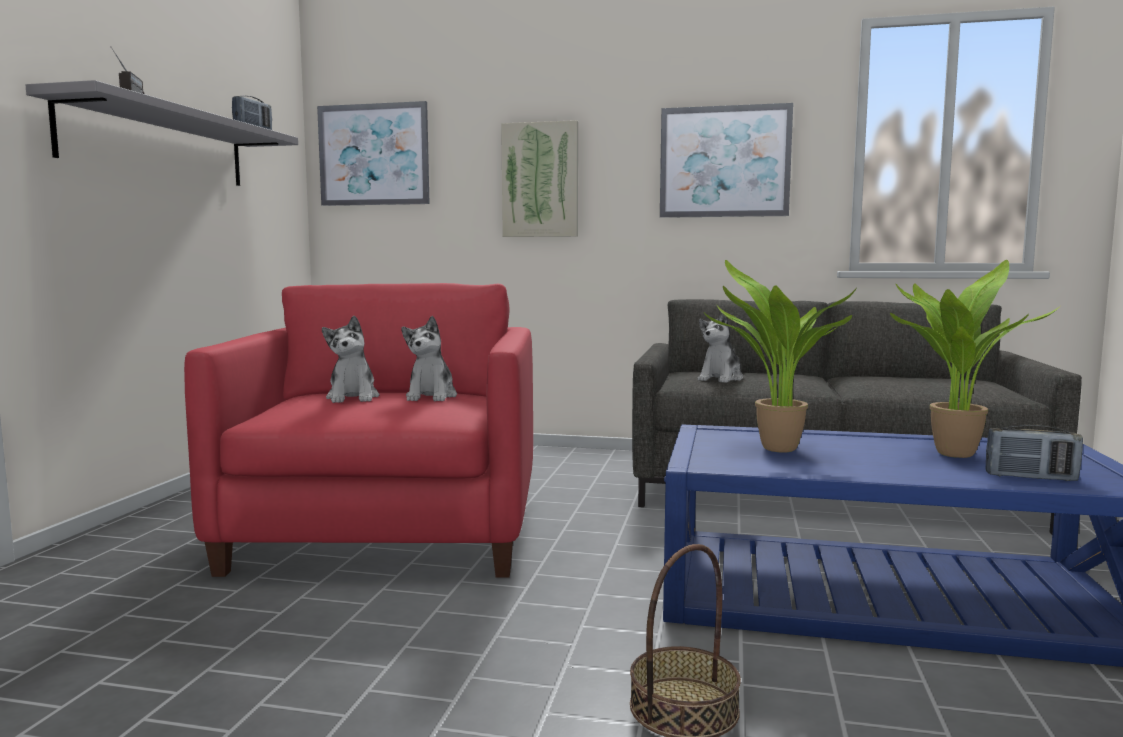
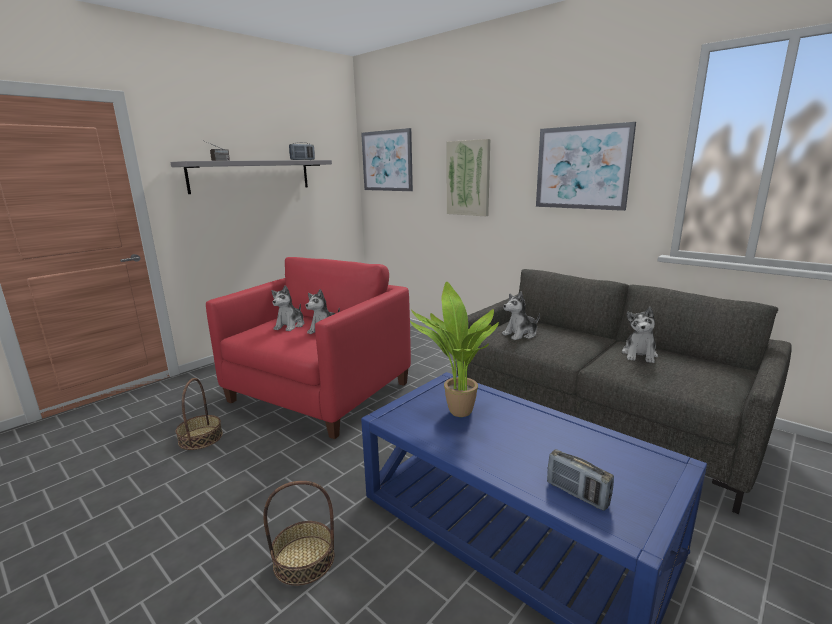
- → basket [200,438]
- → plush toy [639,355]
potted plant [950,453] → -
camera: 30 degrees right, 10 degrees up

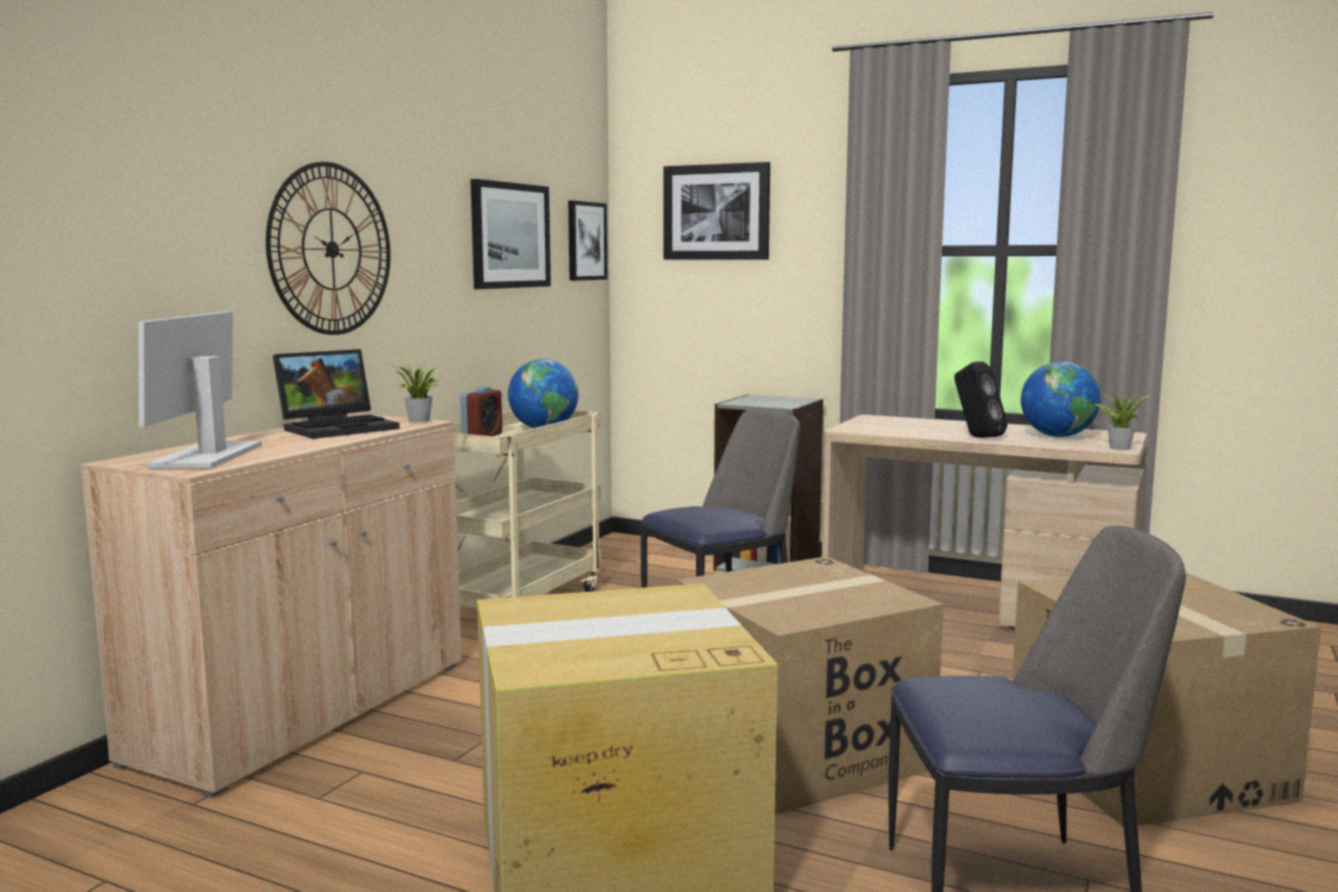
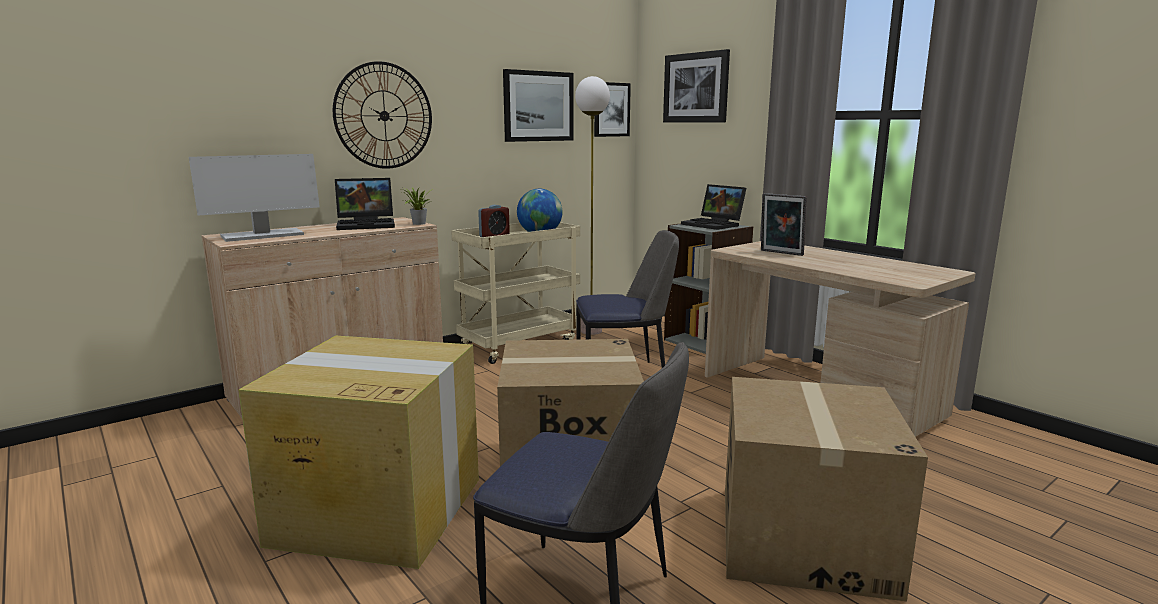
monitor [207,456] → monitor [262,236], 150 degrees counterclockwise
- → floor lamp [591,331]
- → laptop [714,225]
- → picture frame [780,253]
speaker in black [976,437] → -
globe [1057,436] → -
potted plant [1118,447] → -
camera: 25 degrees right, 5 degrees up

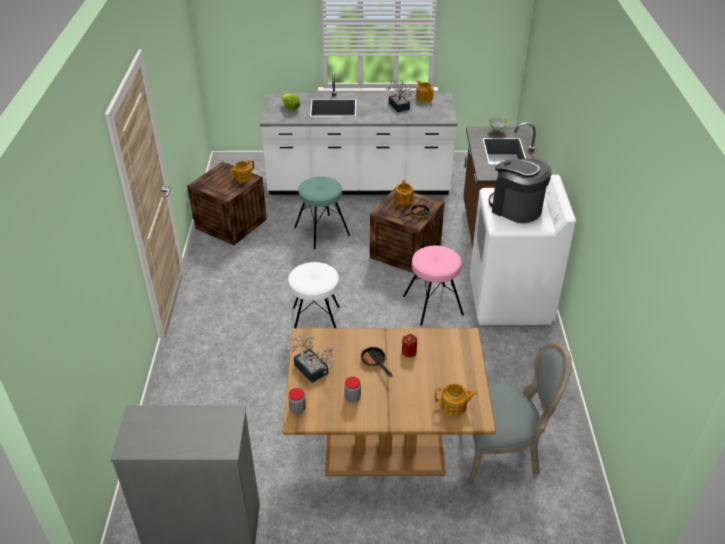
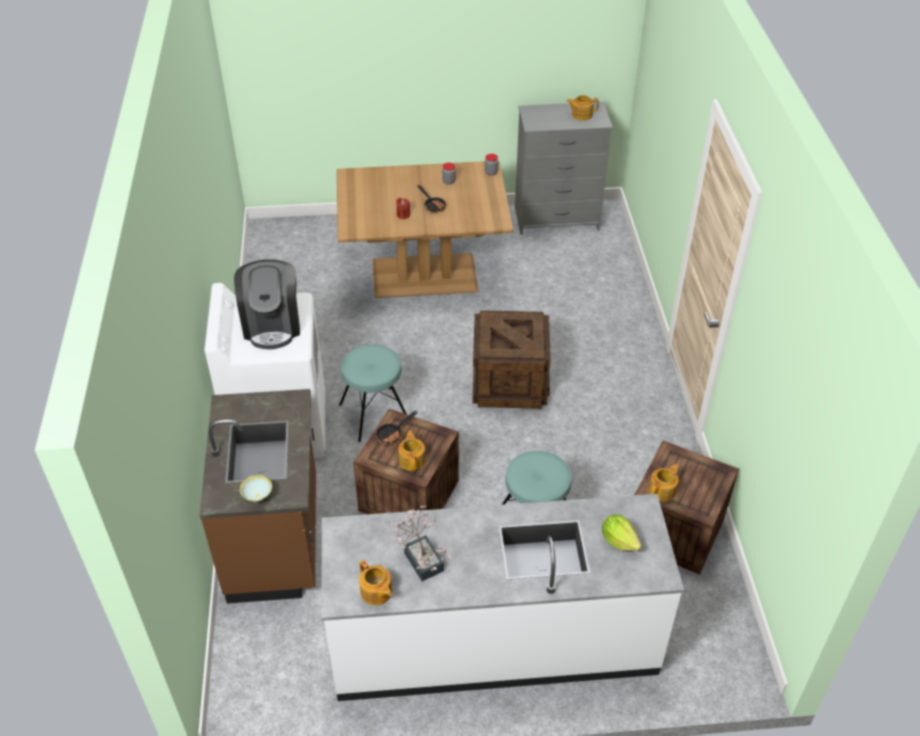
coffee machine [516,208] → coffee machine [272,325], 45 degrees clockwise
stool in pink [432,305] → stool in turquoise [375,414]
stool in white [316,323] → crate [510,383]
teapot [454,406] → teapot [581,115], move
potted plant [313,372] → -
chair in grey [501,451] → -
camera: 175 degrees right, 5 degrees up

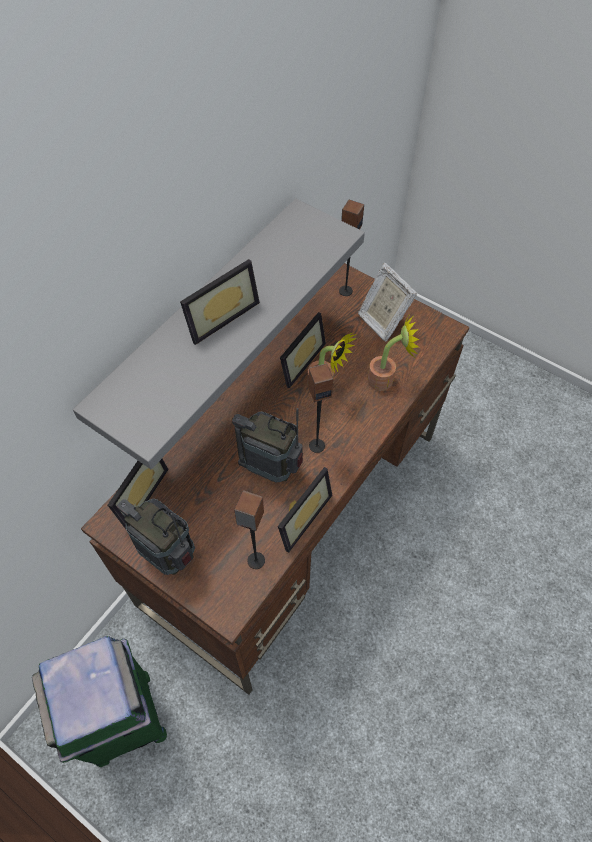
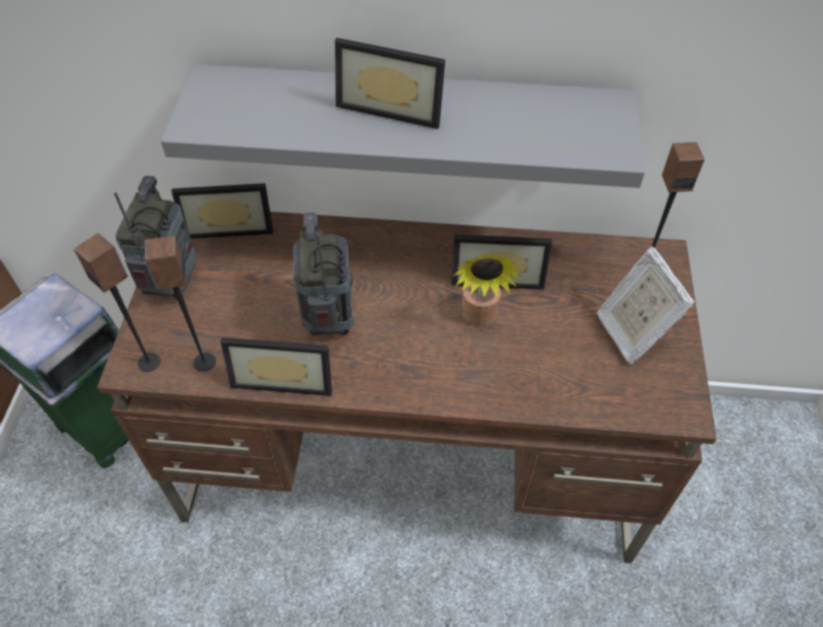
speaker [316,445] → speaker [149,362], move
picture frame [382,321] → picture frame [631,331], 45 degrees counterclockwise
potted plant [385,379] → -
camera: 60 degrees right, 5 degrees down

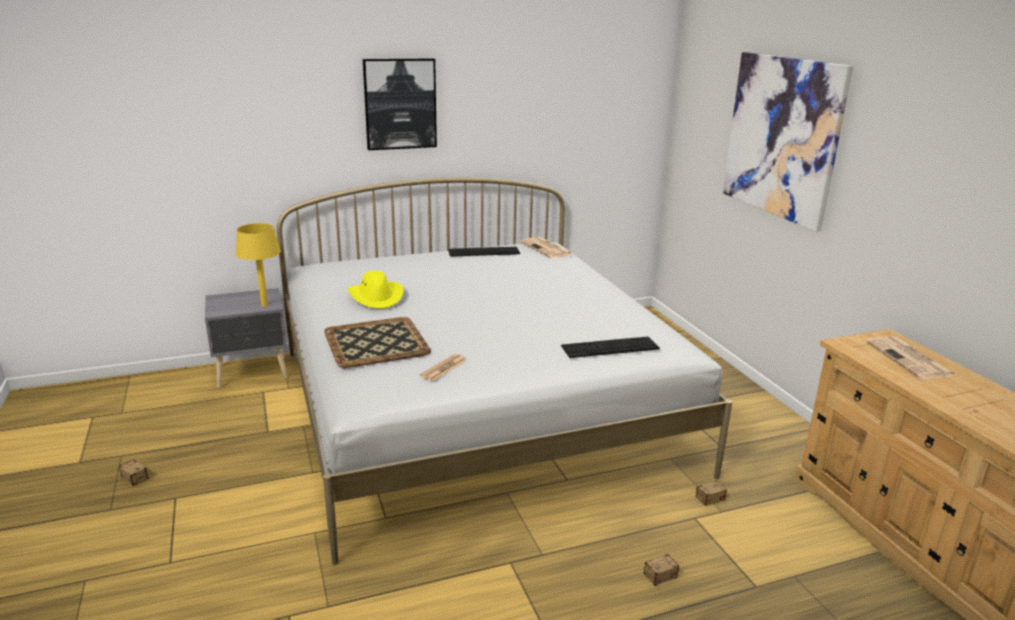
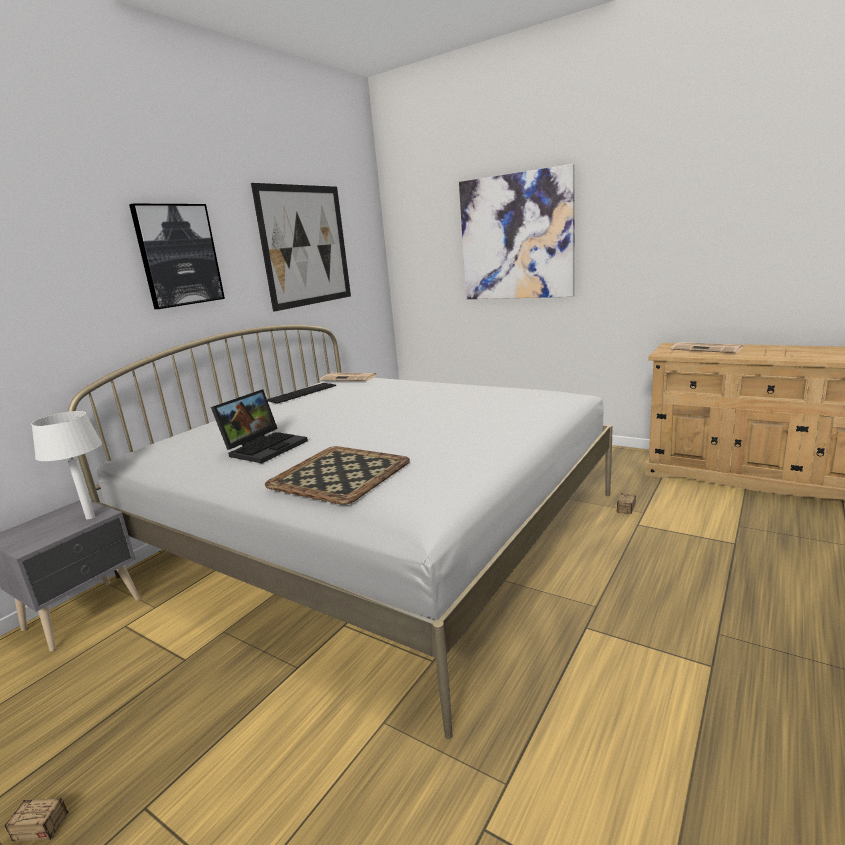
table lamp in yellow [264,305] → table lamp in white [89,517]
hat in yellow [377,297] → laptop [265,447]
- → picture [305,246]
newspaper [443,368] → -
keyboard [610,347] → -
storage box [644,582] → -
camera: 35 degrees left, 5 degrees down

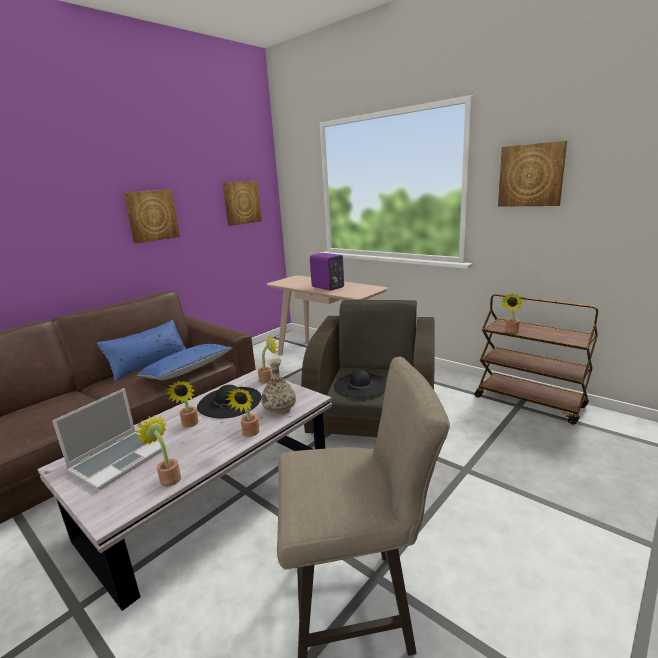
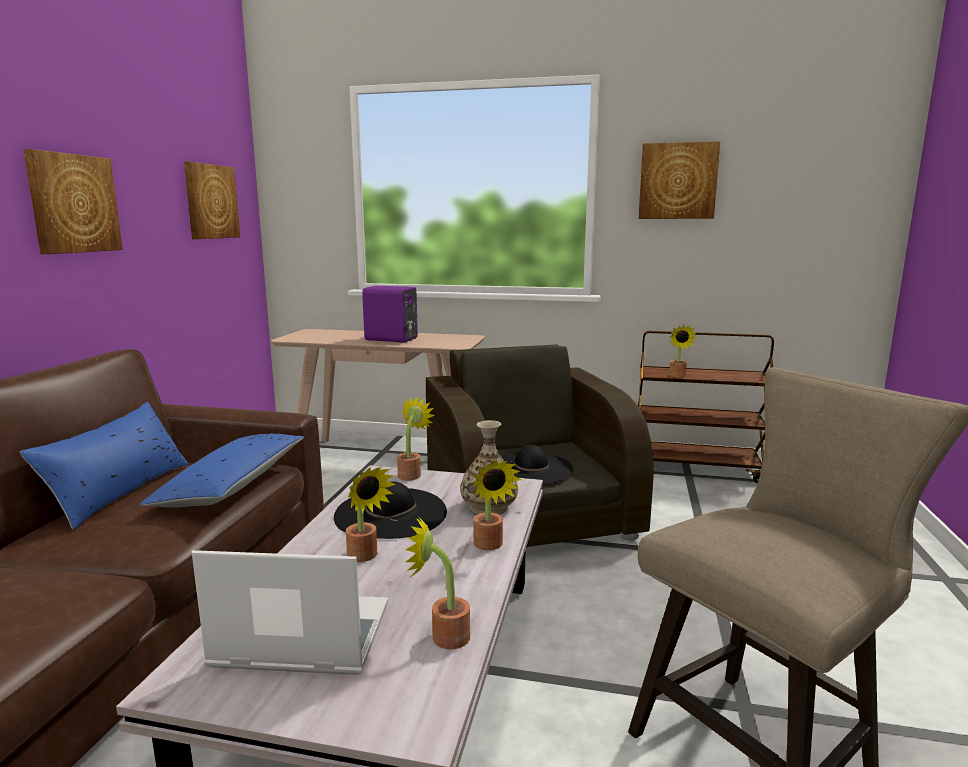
laptop [119,459] → laptop [300,638], 90 degrees counterclockwise
camera: 30 degrees left, 5 degrees down

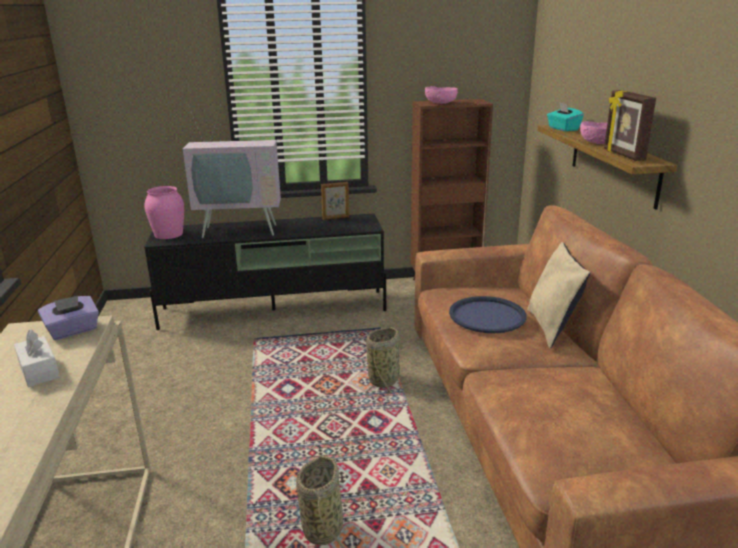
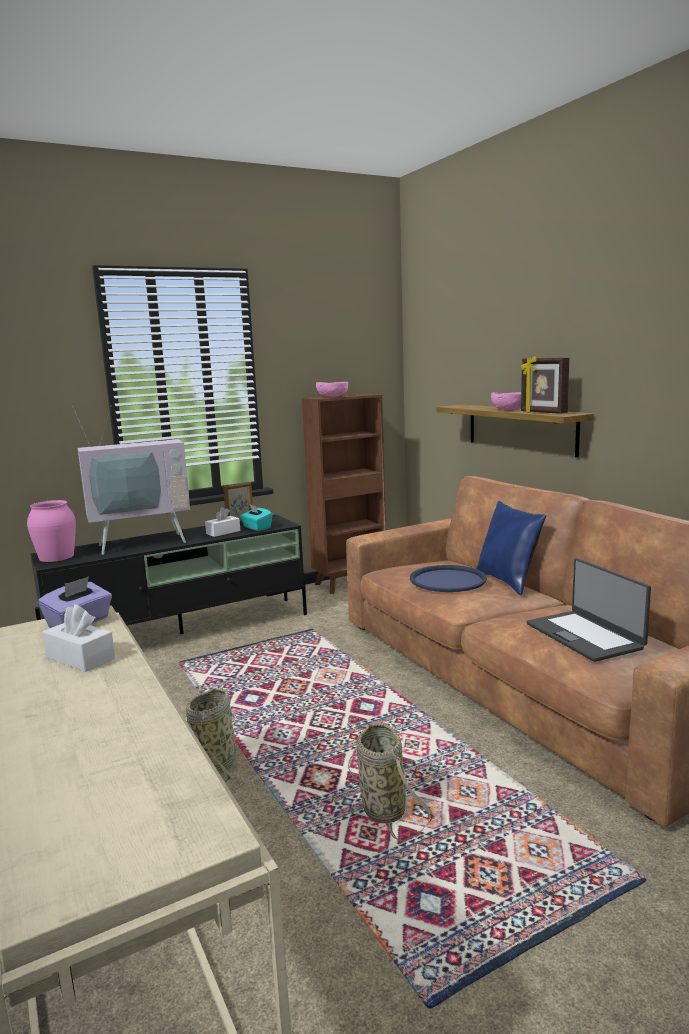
basket [385,379] → basket [216,763], move
- → tissue box in white [223,532]
tissue box in turquoise [563,129] → tissue box in turquoise [256,528], move
pillow in beige [552,328] → pillow in blue [508,582]
- → laptop [584,635]
camera: 20 degrees left, 10 degrees down

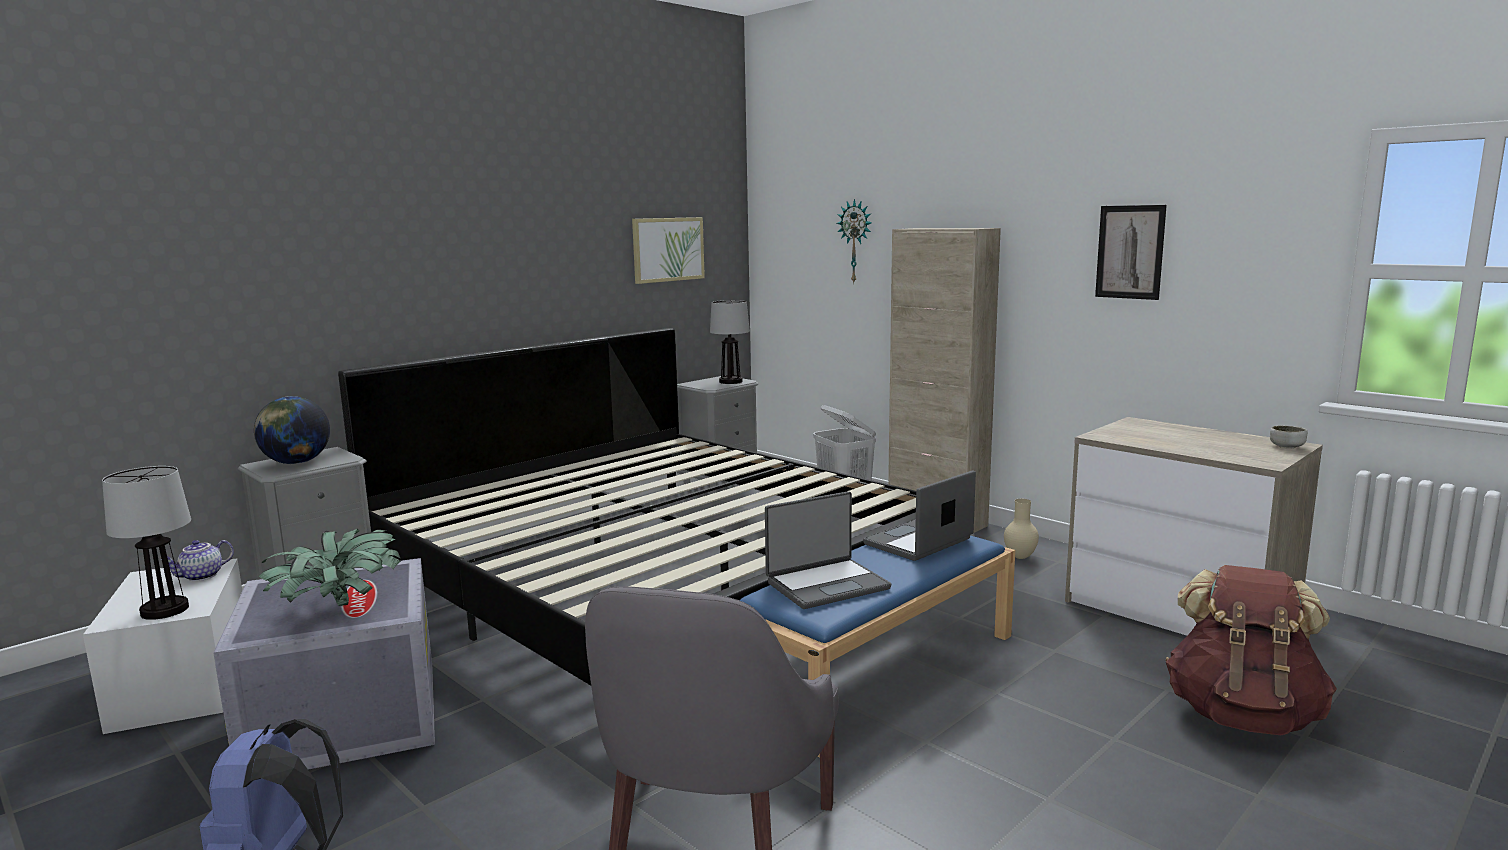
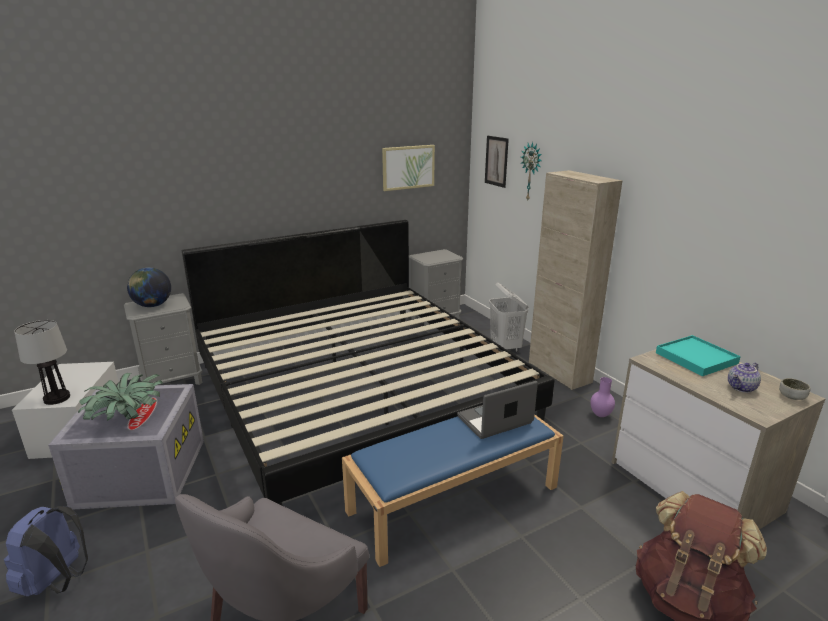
picture [1130,252] → picture [496,161], move
vase in beige [1019,557] → vase in purple [600,415]
- → tray in turquoise [696,358]
teapot [201,576] → teapot [742,388], move
table lamp [731,381] → -
laptop [826,585] → -
camera: 15 degrees right, 10 degrees up

